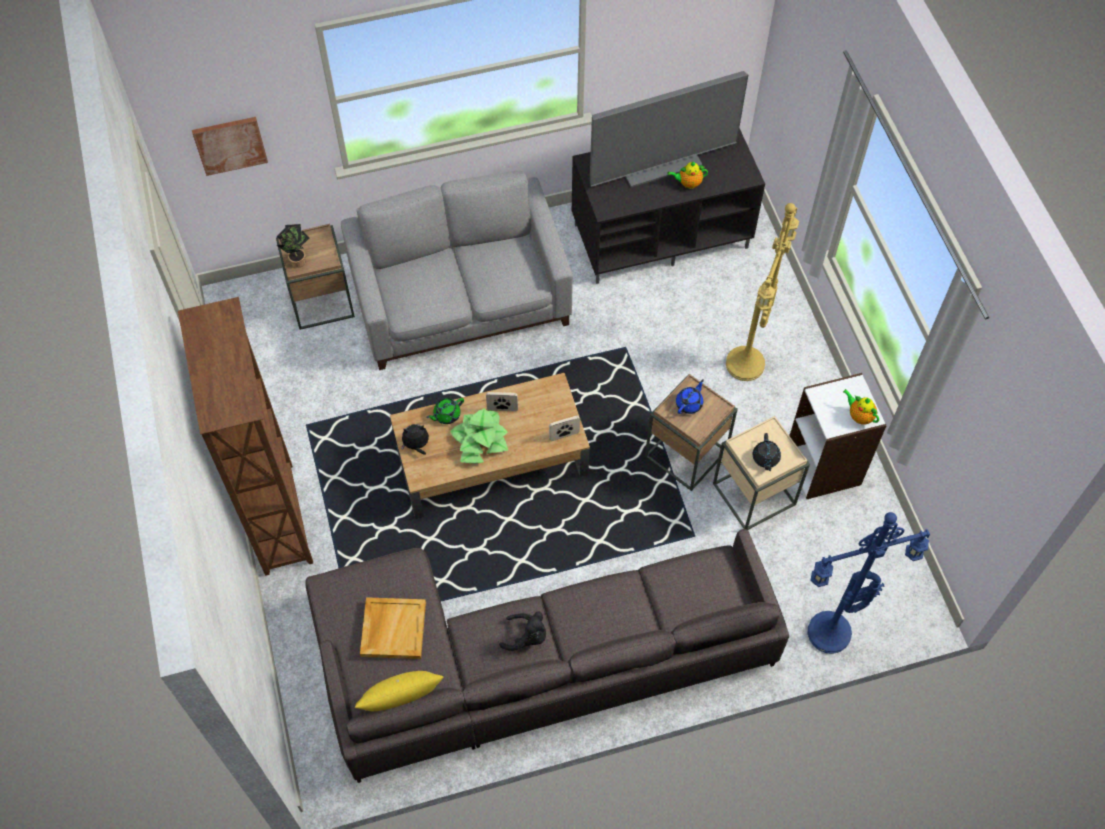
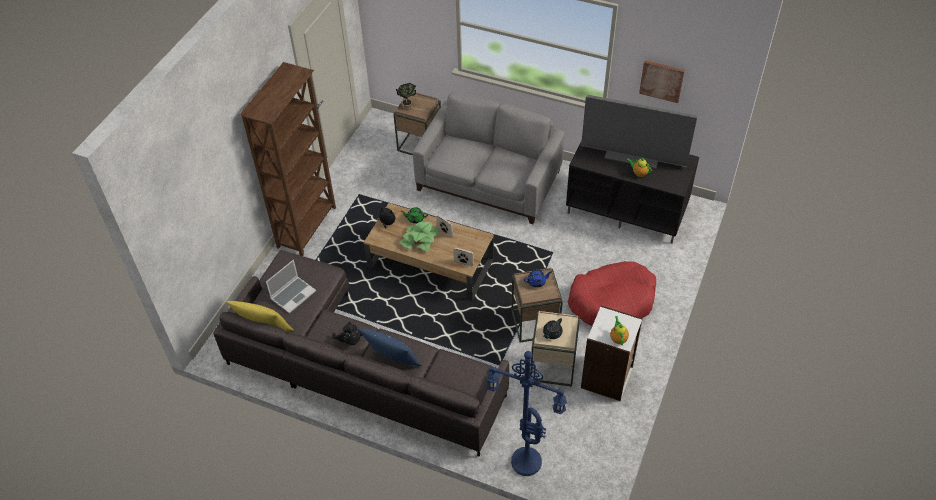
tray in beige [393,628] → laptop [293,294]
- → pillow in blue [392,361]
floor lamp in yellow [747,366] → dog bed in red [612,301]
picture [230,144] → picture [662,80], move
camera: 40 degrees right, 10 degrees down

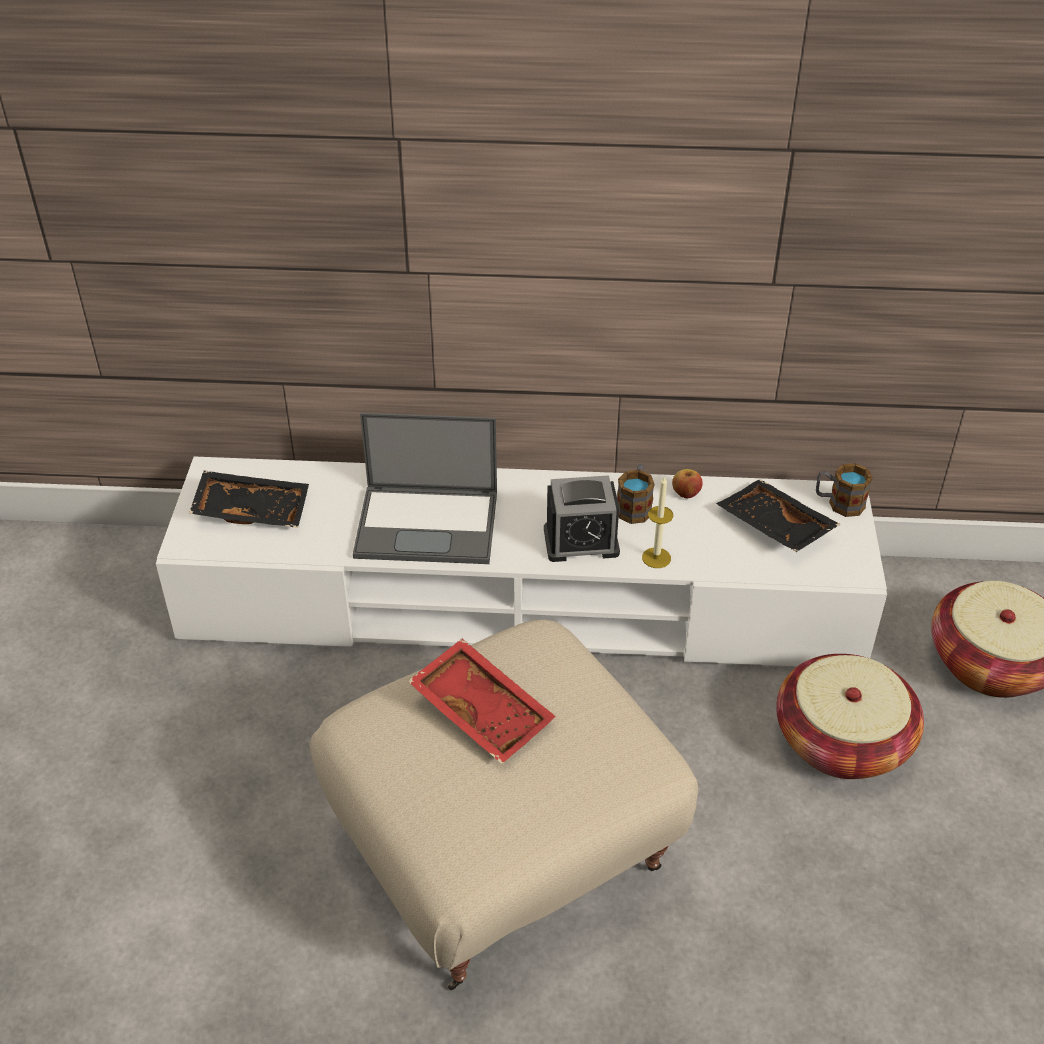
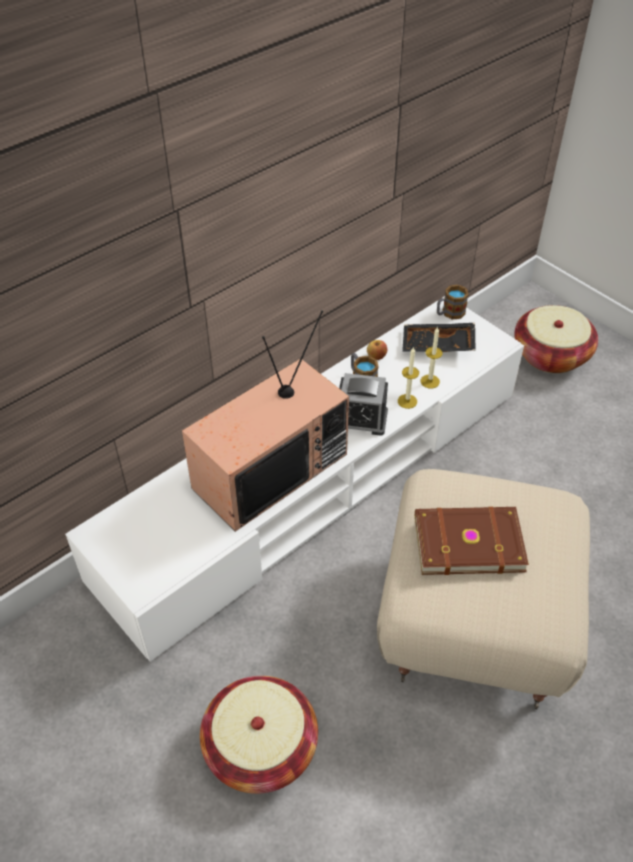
laptop [429,524] → television [270,468]
basket [842,741] → basket [261,747], move
alarm clock [581,541] → alarm clock [361,419], 60 degrees clockwise
tray in red [483,710] → book in brown [467,541]
- → candle [430,381]
tray in black [252,509] → -
camera: 45 degrees left, 5 degrees up

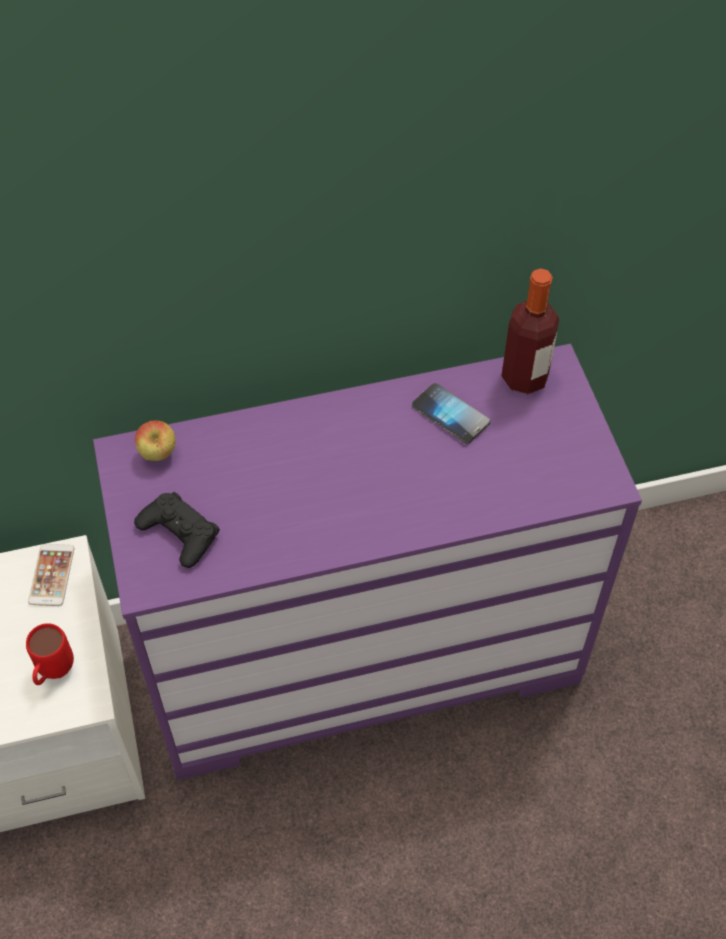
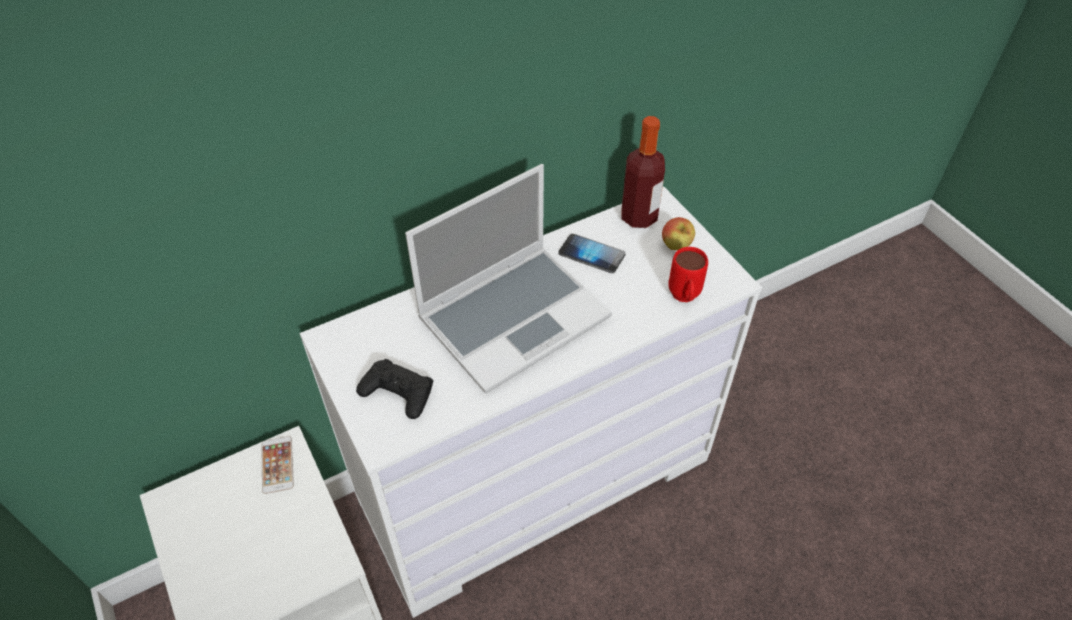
dresser in purple [363,654] → dresser in white [535,478]
- → laptop [514,316]
apple [158,454] → apple [676,246], move
mug in red [53,673] → mug in red [684,299], move
camera: 15 degrees left, 5 degrees down

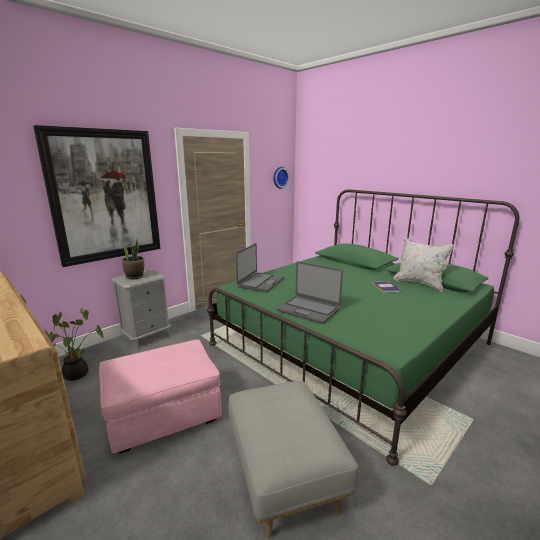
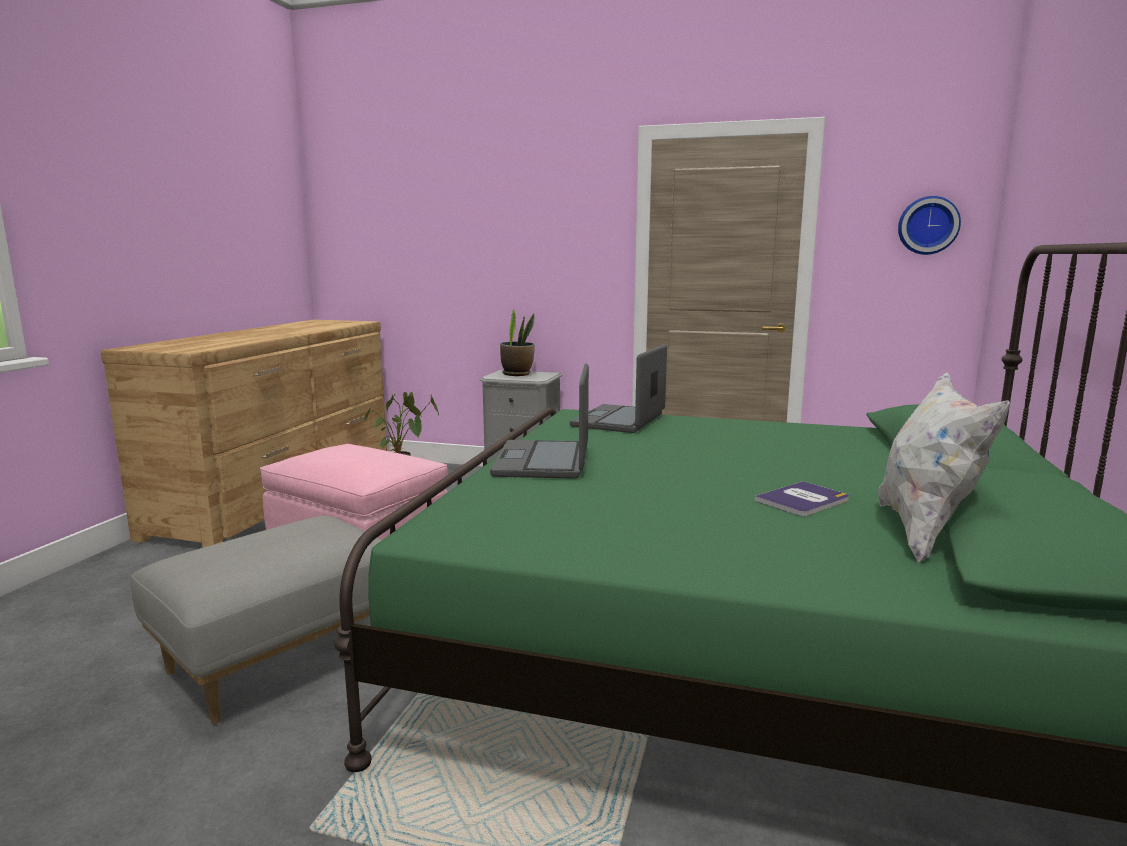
laptop [260,282] → laptop [620,420], 120 degrees clockwise
picture [105,196] → -
camera: 60 degrees right, 5 degrees down

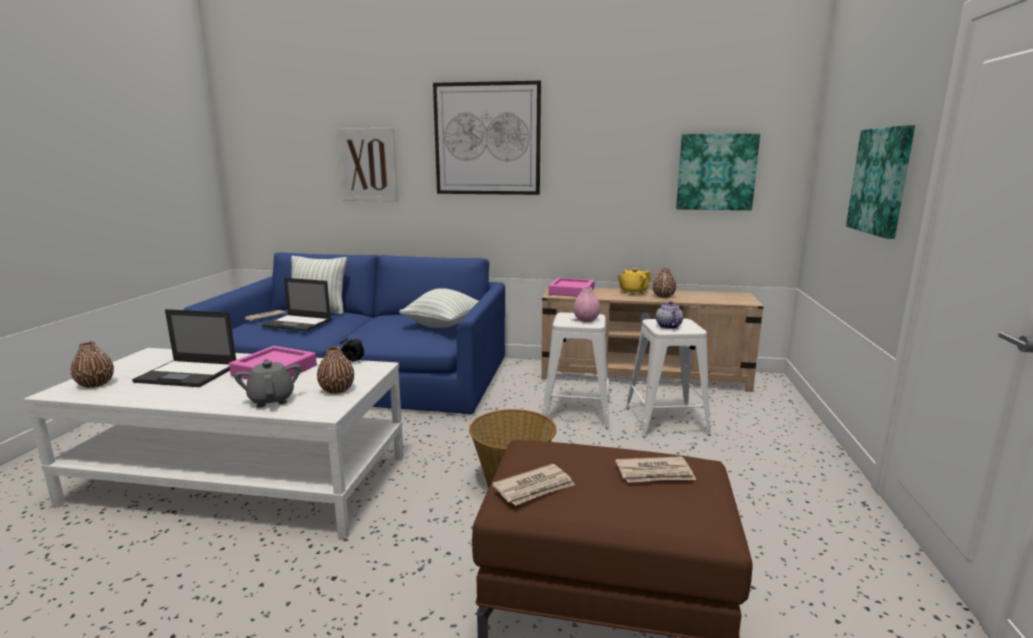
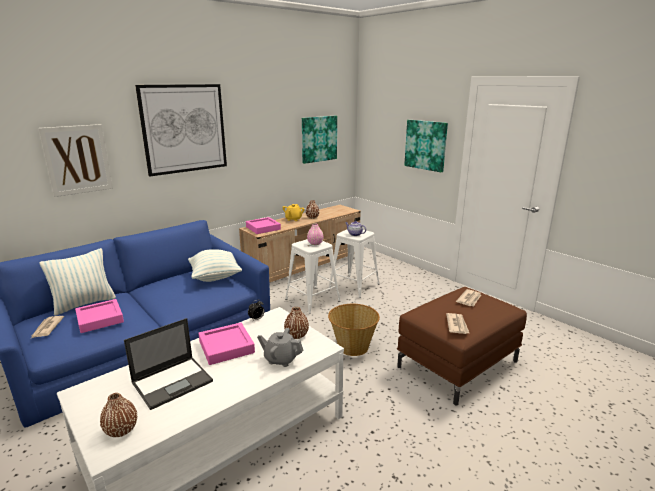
laptop [298,323] → tray in pink [100,319]
camera: 50 degrees left, 5 degrees up

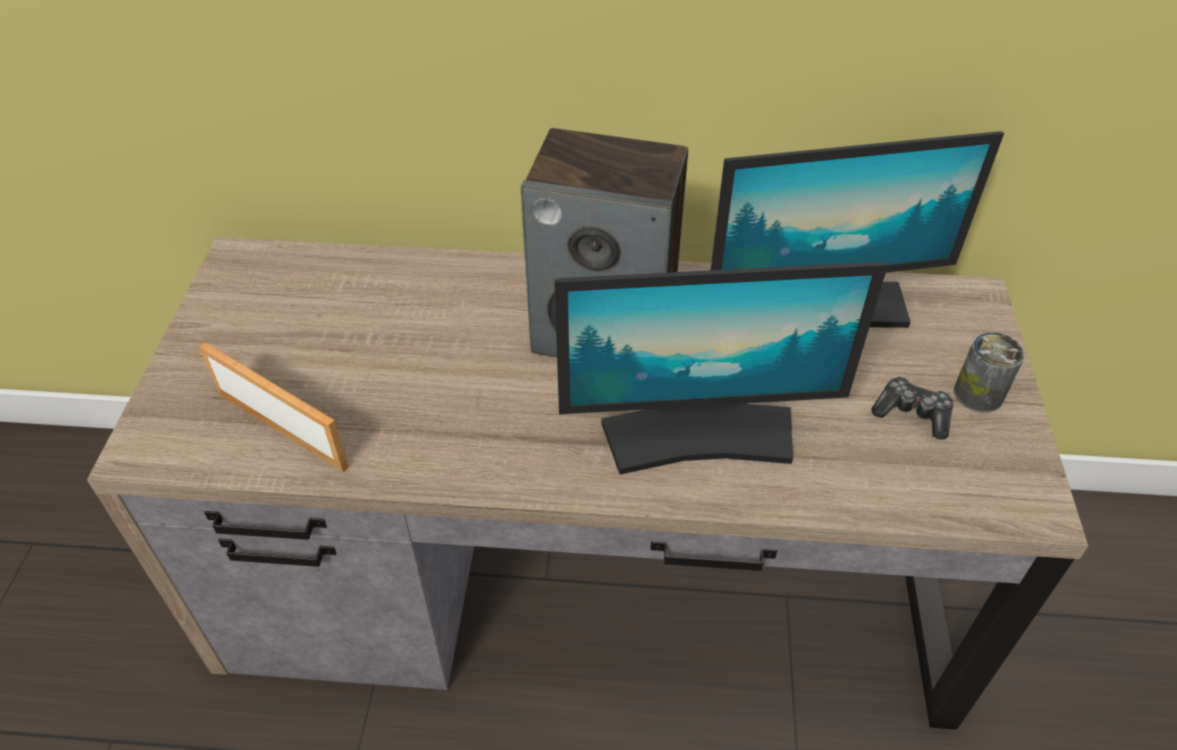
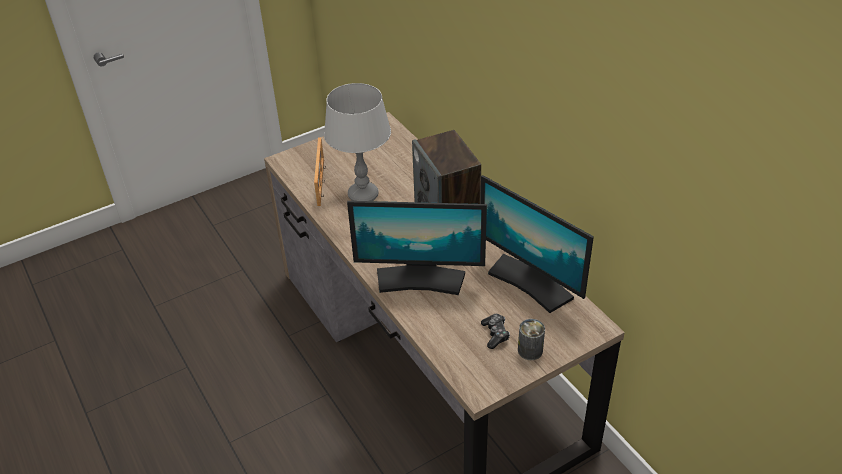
- → table lamp in grey [363,195]
monitor [699,434] → monitor [420,279], 45 degrees counterclockwise
camera: 55 degrees right, 5 degrees down

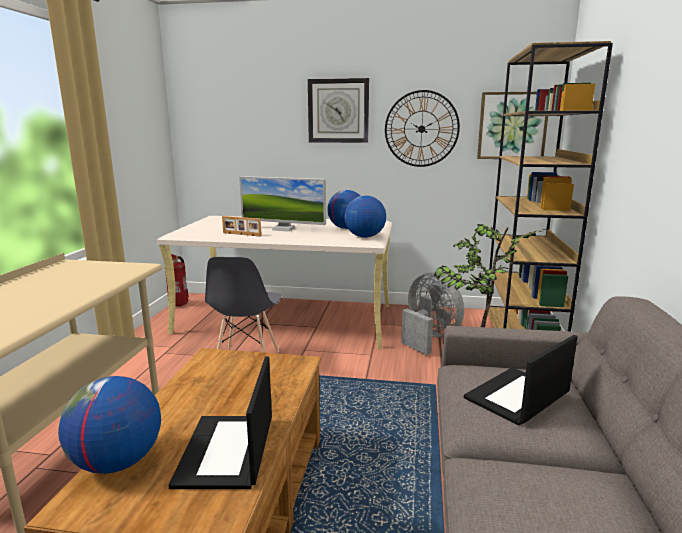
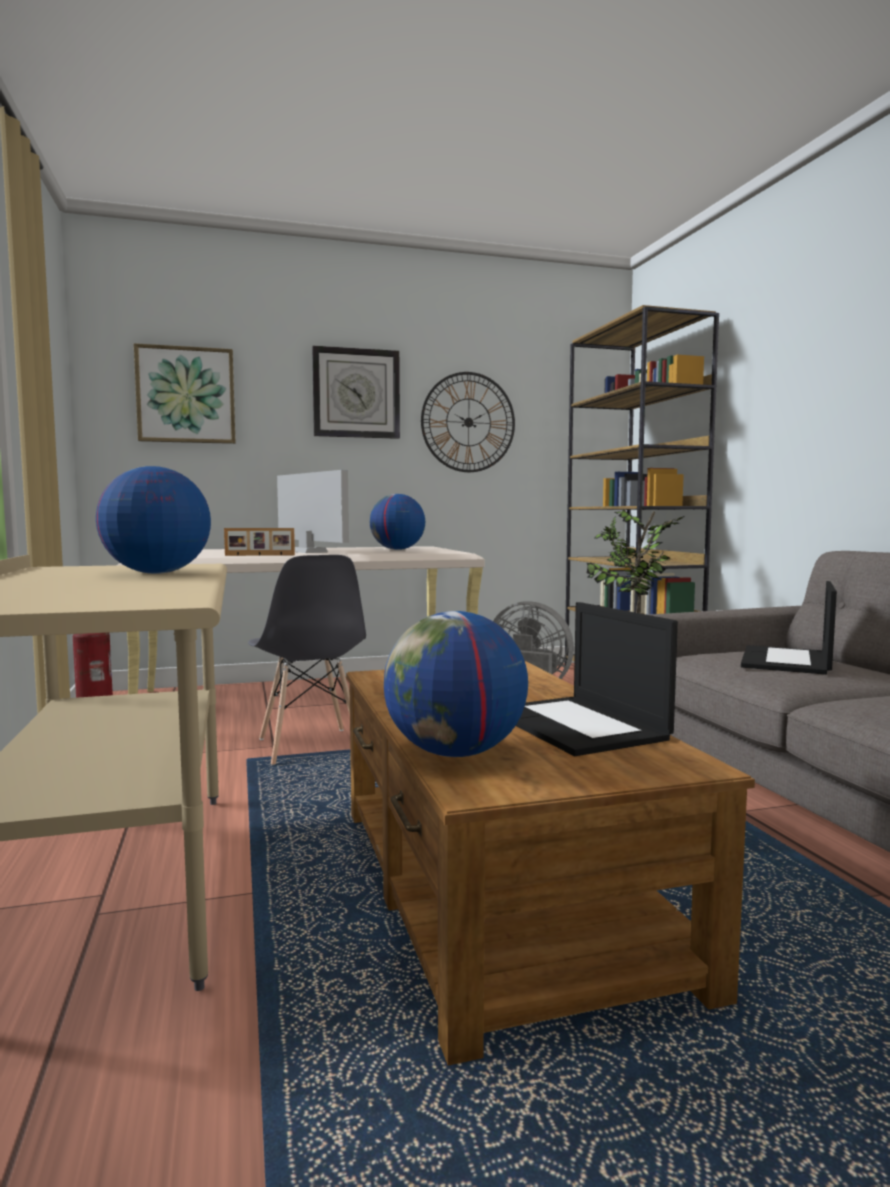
globe [364,237] → globe [156,573], move
picture [512,126] → picture [186,395], move
monitor [283,229] → monitor [310,552], 120 degrees counterclockwise
camera: 25 degrees left, 10 degrees down

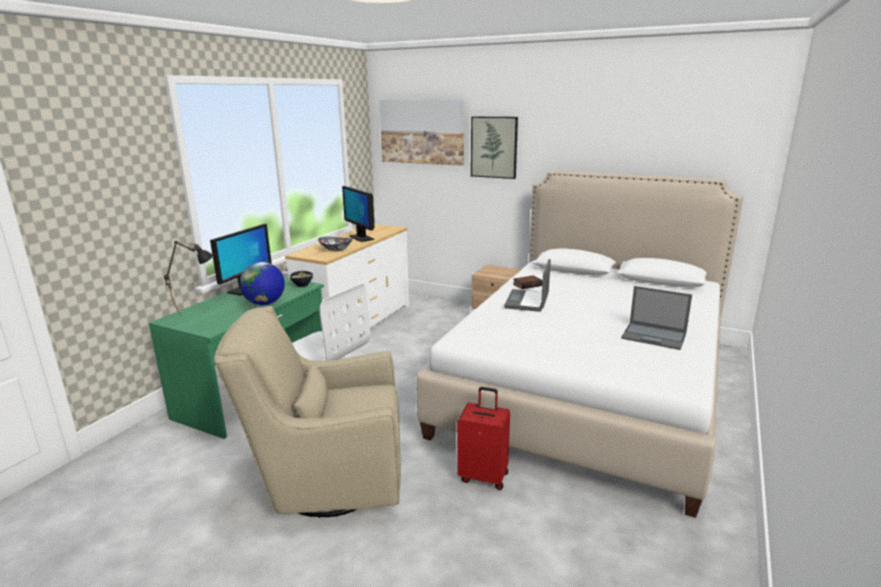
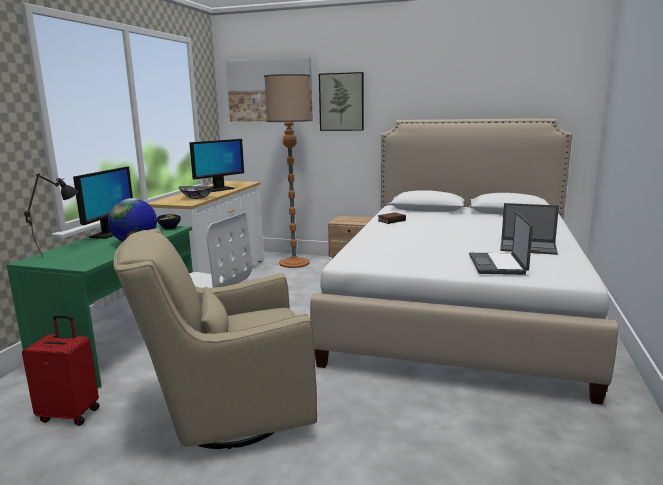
suitcase in red [484,476] → suitcase in red [70,414], move
monitor [361,238] → monitor [218,189], 90 degrees counterclockwise
- → floor lamp [294,263]
laptop [528,301] → laptop [498,265], move
camera: 10 degrees left, 5 degrees down

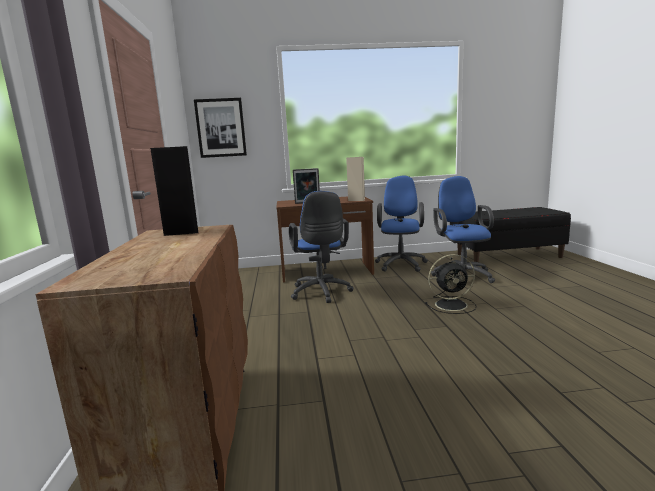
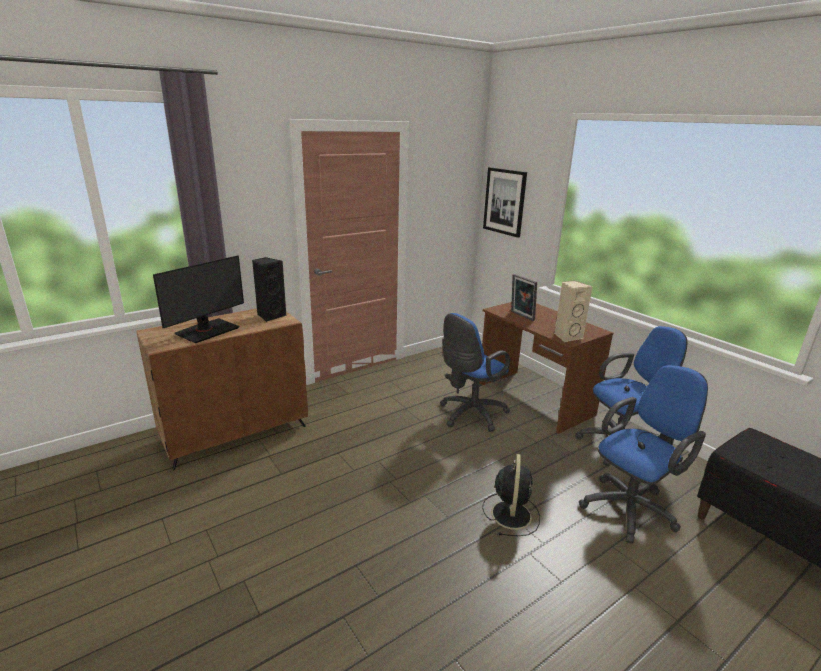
- → monitor [207,331]
fan in black [452,305] → fan in black [511,513], 135 degrees counterclockwise
camera: 60 degrees right, 10 degrees up

